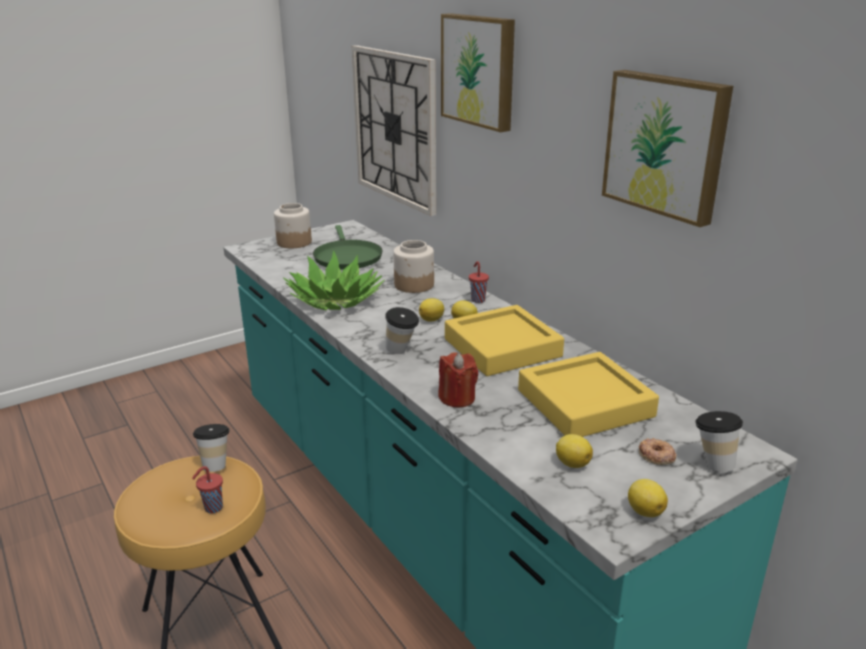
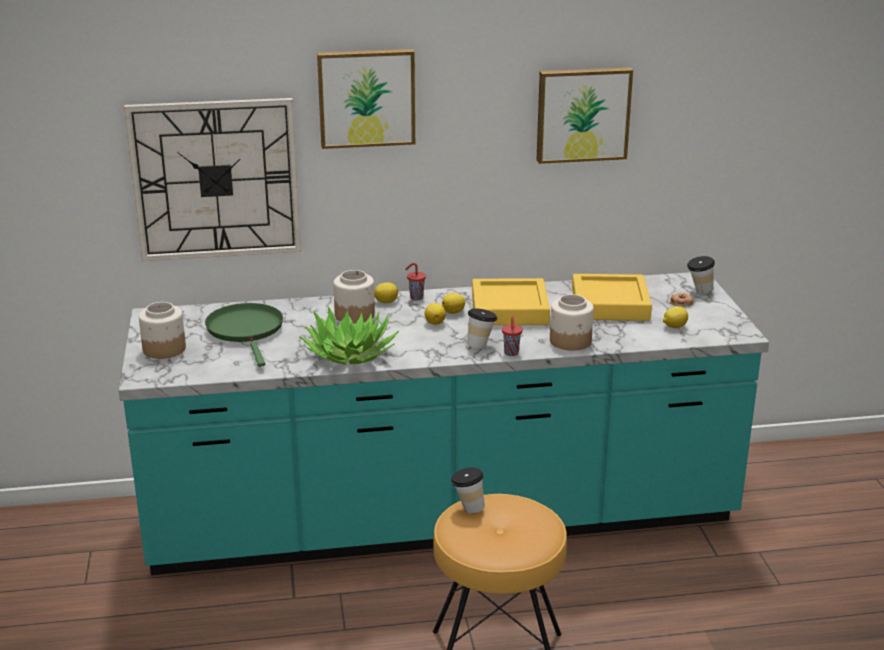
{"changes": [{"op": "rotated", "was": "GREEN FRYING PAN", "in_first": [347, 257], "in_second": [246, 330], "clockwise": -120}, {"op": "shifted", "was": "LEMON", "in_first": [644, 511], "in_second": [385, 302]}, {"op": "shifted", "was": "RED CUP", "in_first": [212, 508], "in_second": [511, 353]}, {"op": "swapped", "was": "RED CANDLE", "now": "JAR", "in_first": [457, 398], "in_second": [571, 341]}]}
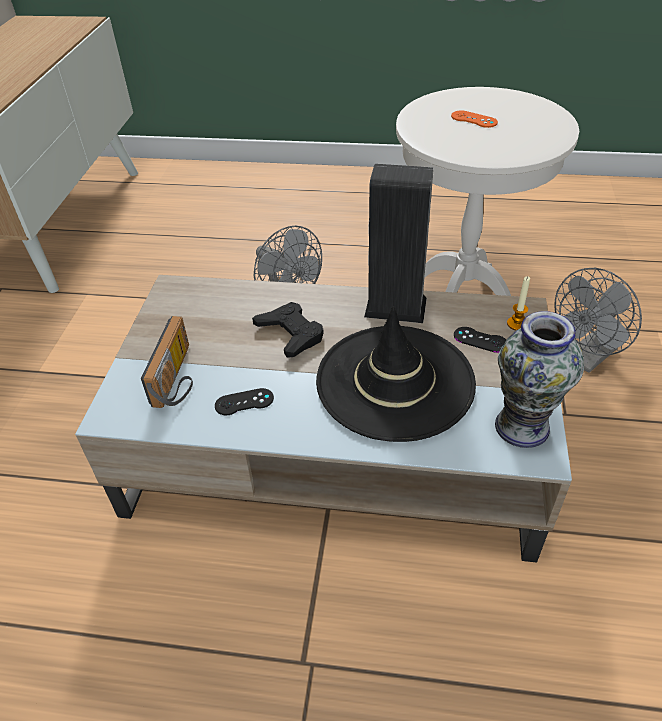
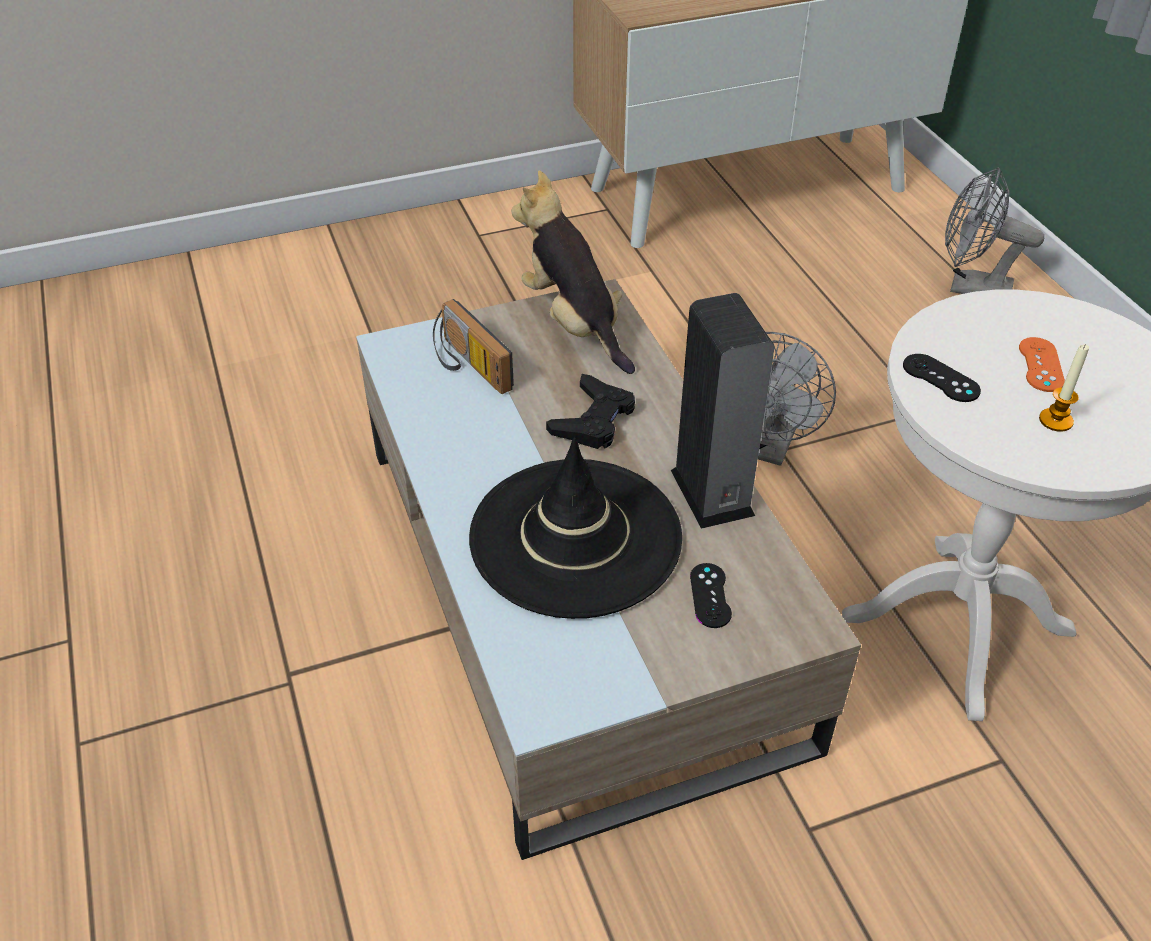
{"changes": [{"op": "rotated", "was": "RADIO", "in_first": [178, 378], "in_second": [467, 366], "clockwise": 75}, {"op": "new", "now": "PLUSH TOY", "in_second": [574, 323]}, {"op": "shifted", "was": "BLACK GAME CONTROLLER", "in_first": [244, 402], "in_second": [940, 378]}, {"op": "shifted", "was": "GREY FAN", "in_first": [585, 359], "in_second": [970, 288]}, {"op": "shifted", "was": "CANDLE", "in_first": [517, 324], "in_second": [1055, 420]}, {"op": "gone", "was": "VASE", "in_first": [521, 425]}]}
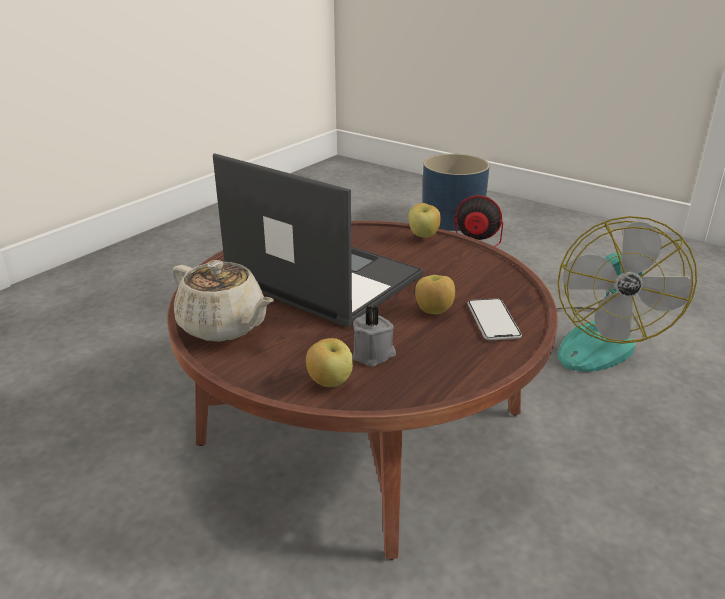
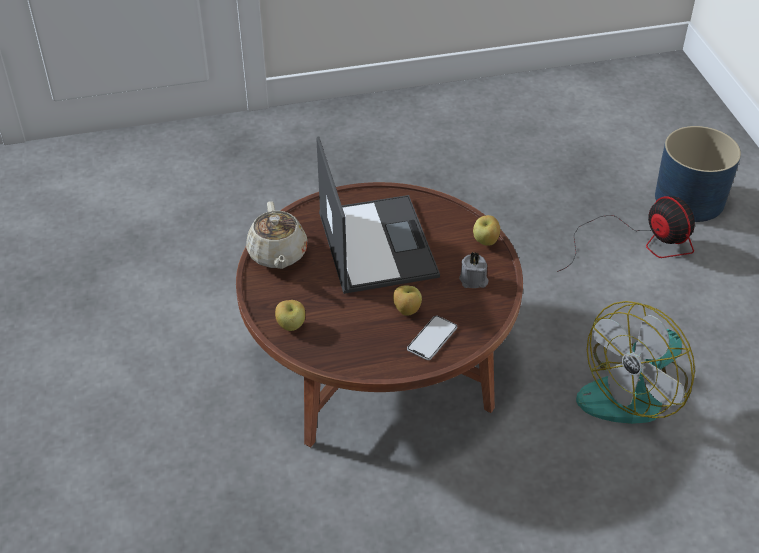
{"changes": [{"op": "shifted", "was": "GREY CANDLE", "in_first": [374, 354], "in_second": [473, 280]}]}
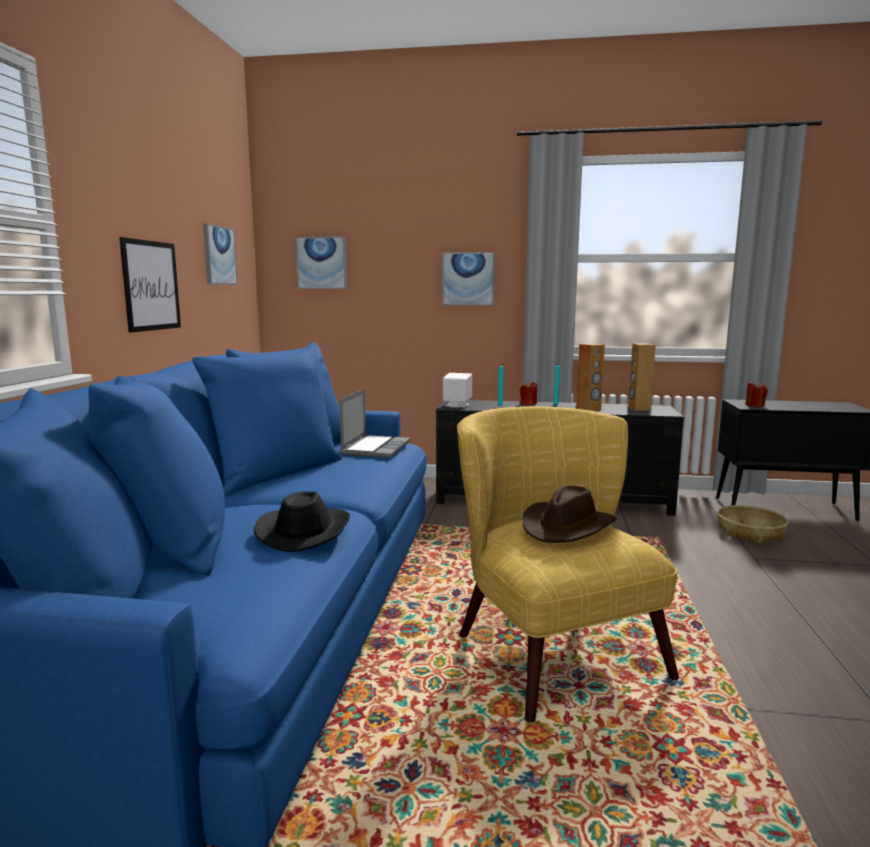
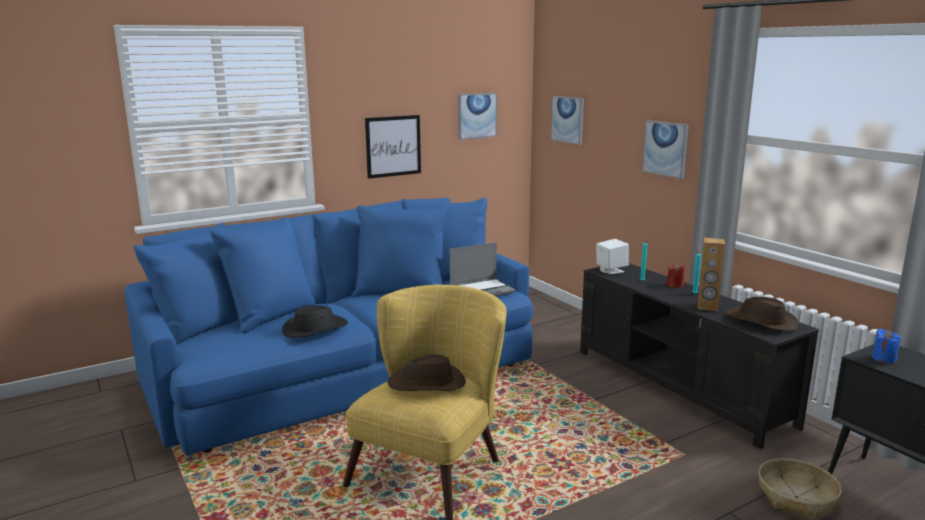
{"changes": [{"op": "swapped", "was": "BROWN SPEAKER", "now": "BROWN HAT", "in_first": [639, 409], "in_second": [761, 322]}, {"op": "repainted", "was": "RED CANDLE", "now": "BLUE CANDLE", "in_first": [755, 405], "in_second": [883, 359]}]}
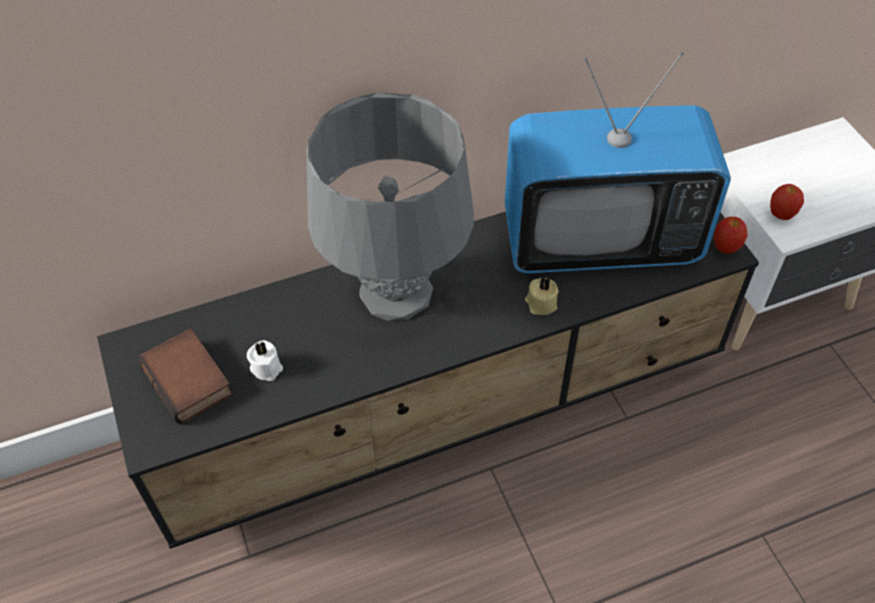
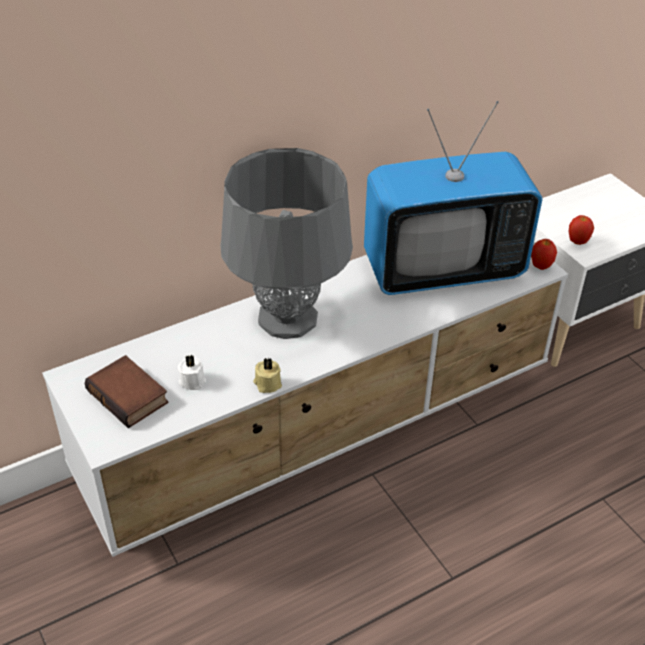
{"changes": [{"op": "repainted", "was": "BLACK TV STAND", "now": "WHITE TV STAND", "in_first": [442, 408], "in_second": [322, 433]}, {"op": "shifted", "was": "BEIGE CANDLE", "in_first": [540, 303], "in_second": [267, 384]}]}
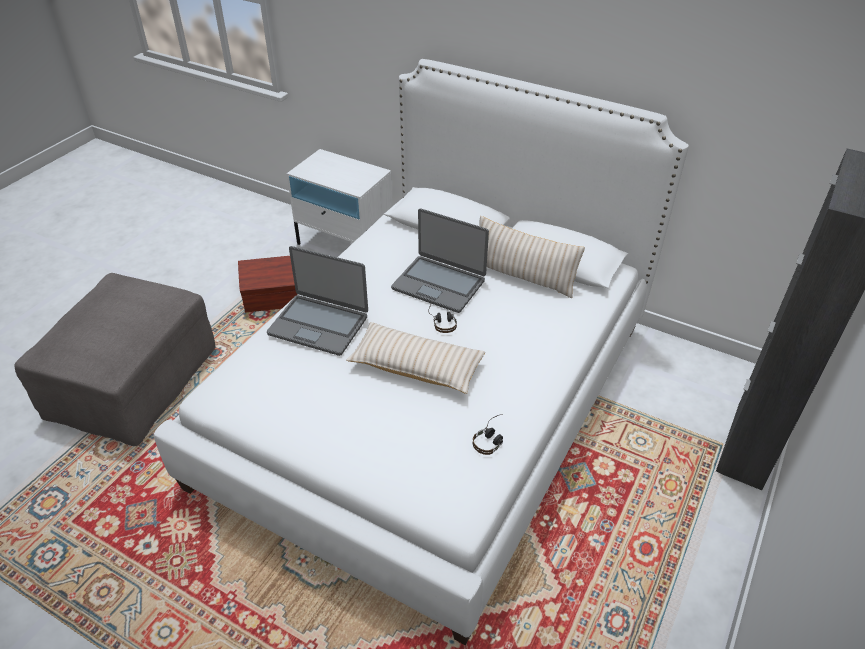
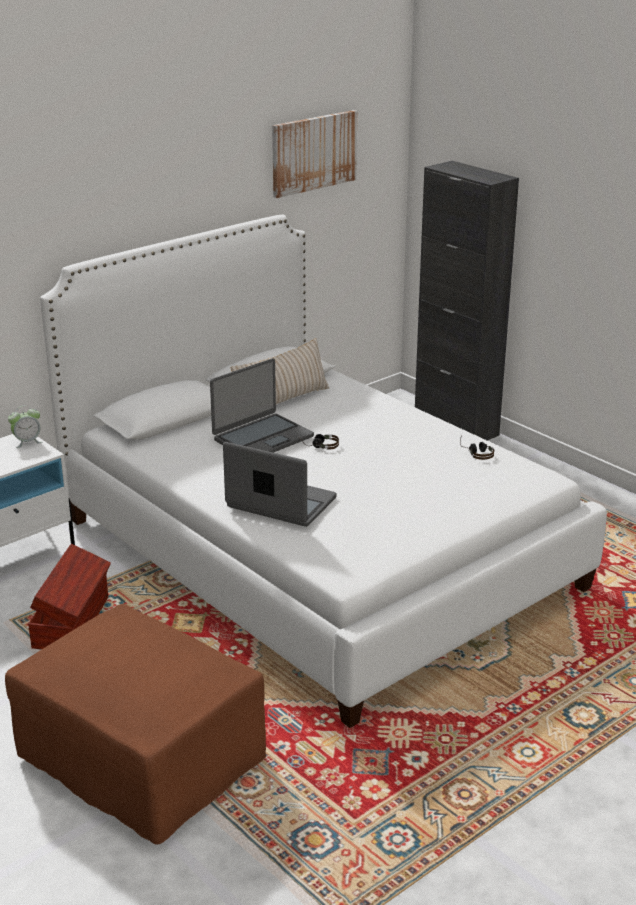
{"changes": [{"op": "repainted", "was": "GREY OTTOMAN", "now": "BROWN OTTOMAN", "in_first": [133, 382], "in_second": [139, 760]}, {"op": "new", "now": "ALARM CLOCK", "in_second": [27, 442]}, {"op": "rotated", "was": "LAPTOP", "in_first": [319, 324], "in_second": [280, 503], "clockwise": -105}, {"op": "new", "now": "PICTURE", "in_second": [313, 153]}, {"op": "gone", "was": "BEIGE PILLOW", "in_first": [416, 366]}]}
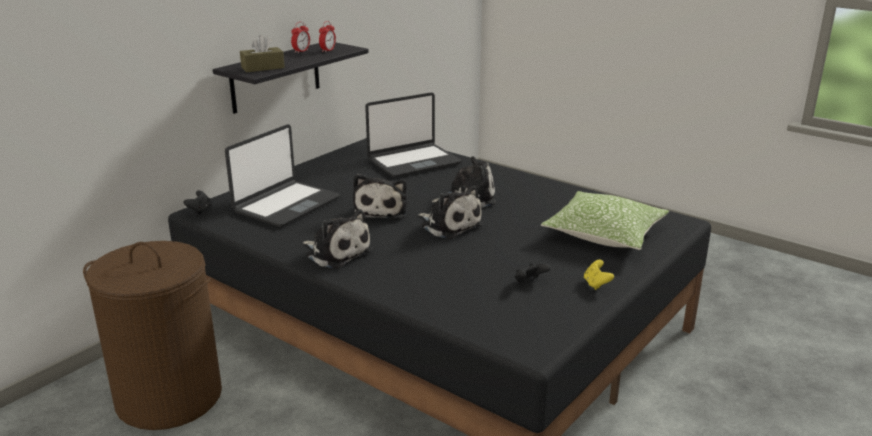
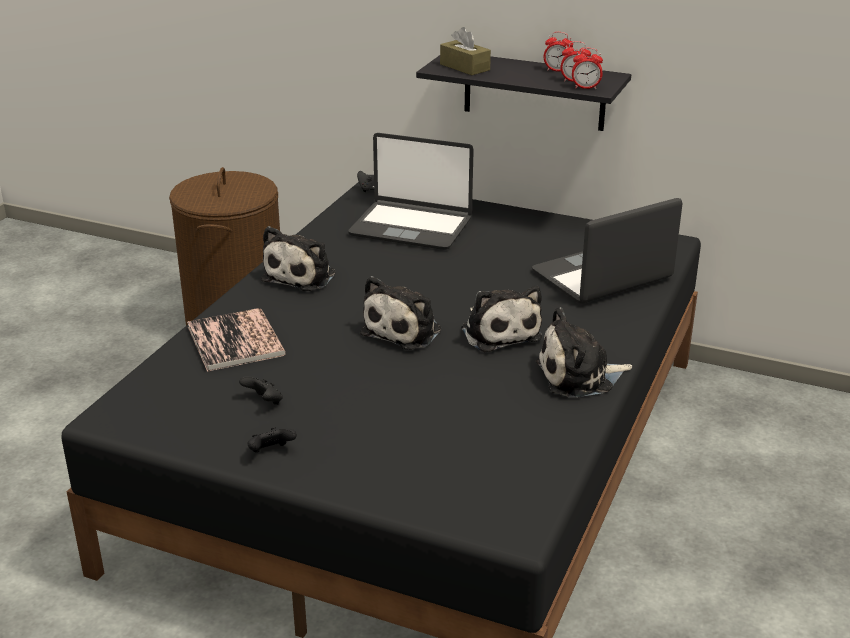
{"changes": [{"op": "new", "now": "BOOK", "in_second": [235, 341]}, {"op": "repainted", "was": "YELLOW GAME CONTROLLER", "now": "BLACK GAME CONTROLLER", "in_first": [596, 284], "in_second": [271, 452]}, {"op": "rotated", "was": "LAPTOP", "in_first": [413, 161], "in_second": [602, 276], "clockwise": 105}, {"op": "shifted", "was": "PLUSH TOY", "in_first": [381, 210], "in_second": [579, 376]}, {"op": "new", "now": "ALARM CLOCK", "in_second": [585, 88]}, {"op": "gone", "was": "PILLOW", "in_first": [604, 234]}]}
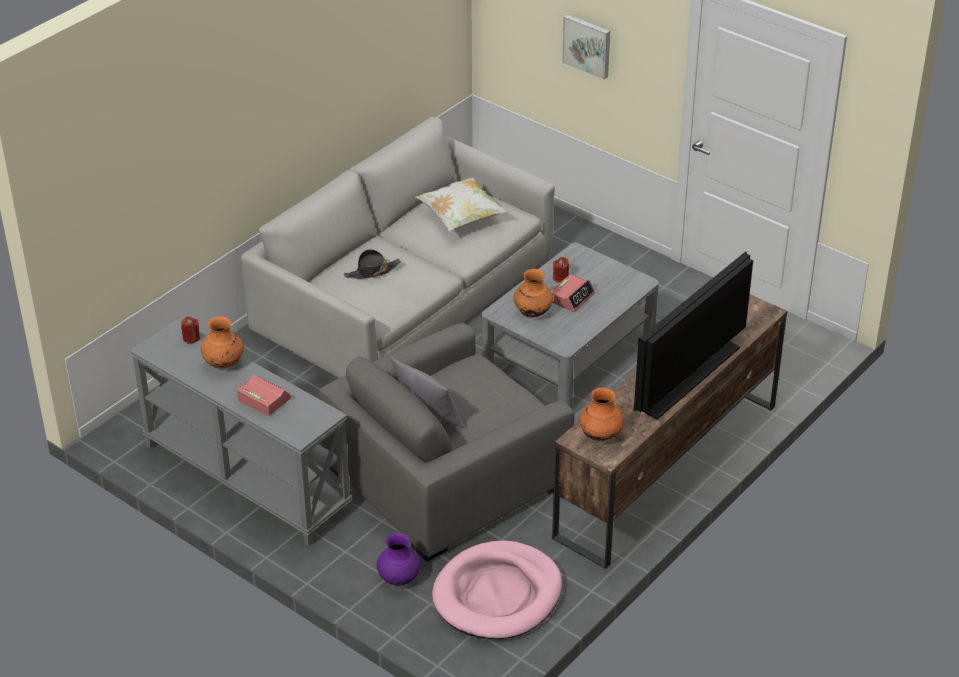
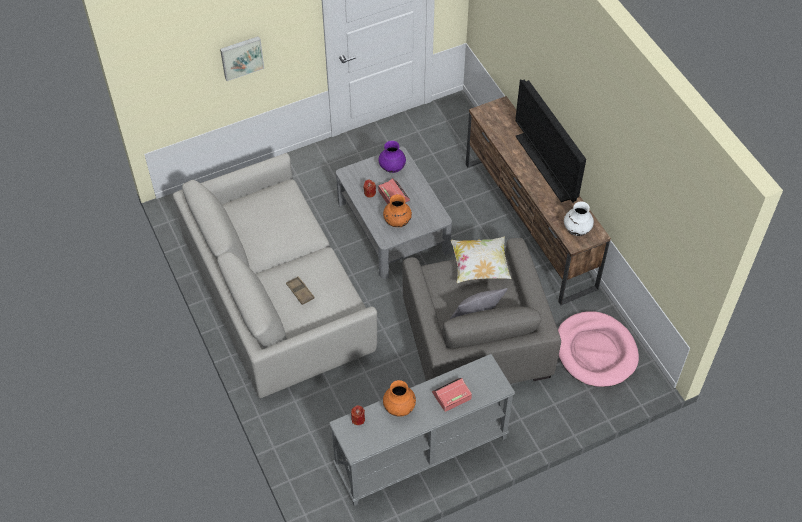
{"changes": [{"op": "swapped", "was": "BLACK HAT", "now": "BROWN TRAY", "in_first": [372, 271], "in_second": [300, 292]}, {"op": "shifted", "was": "PURPLE VASE", "in_first": [399, 579], "in_second": [392, 168]}, {"op": "shifted", "was": "PILLOW", "in_first": [461, 218], "in_second": [480, 267]}, {"op": "repainted", "was": "ORANGE VASE", "now": "WHITE VASE", "in_first": [601, 435], "in_second": [576, 229]}]}
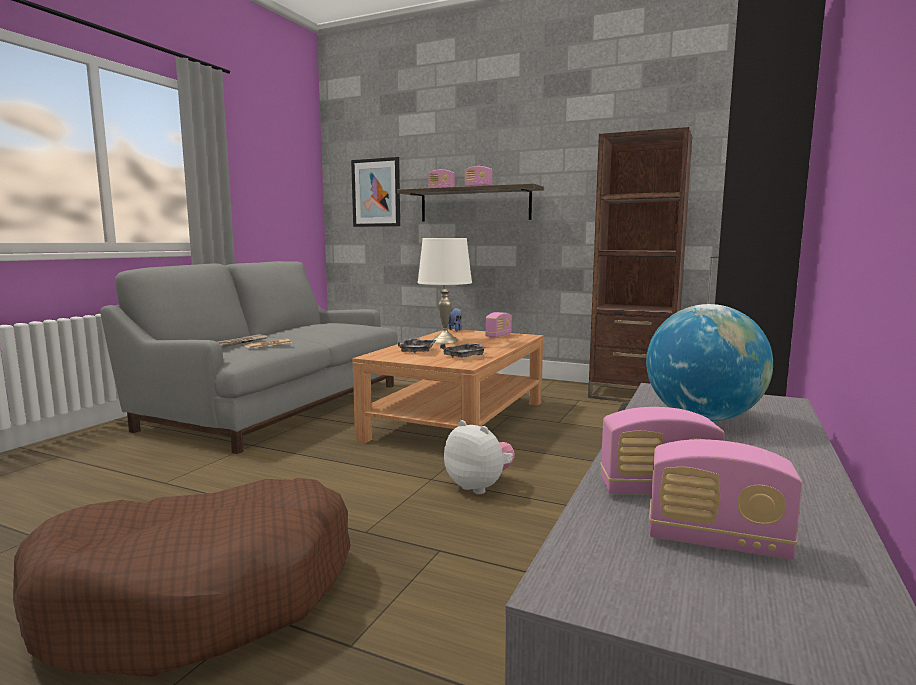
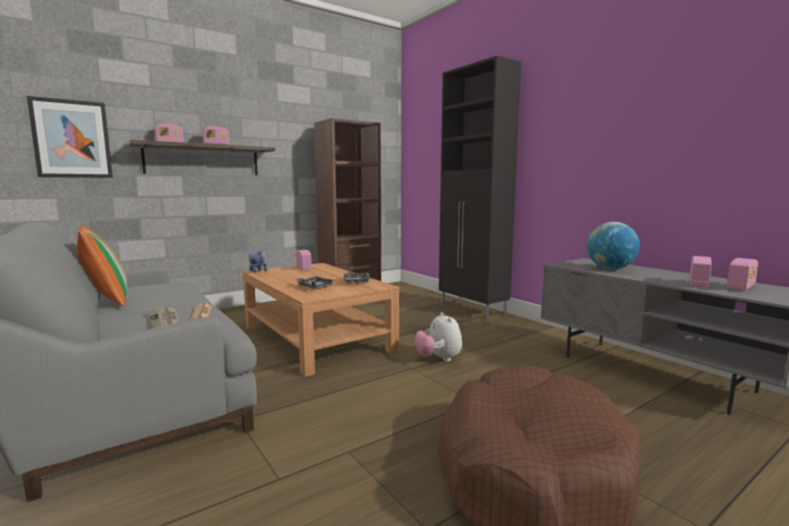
{"changes": [{"op": "new", "now": "PILLOW", "in_second": [106, 299]}, {"op": "rotated", "was": "PLUSH TOY", "in_first": [479, 486], "in_second": [438, 359], "clockwise": -90}, {"op": "gone", "was": "WHITE TABLE LAMP", "in_first": [444, 341]}]}
